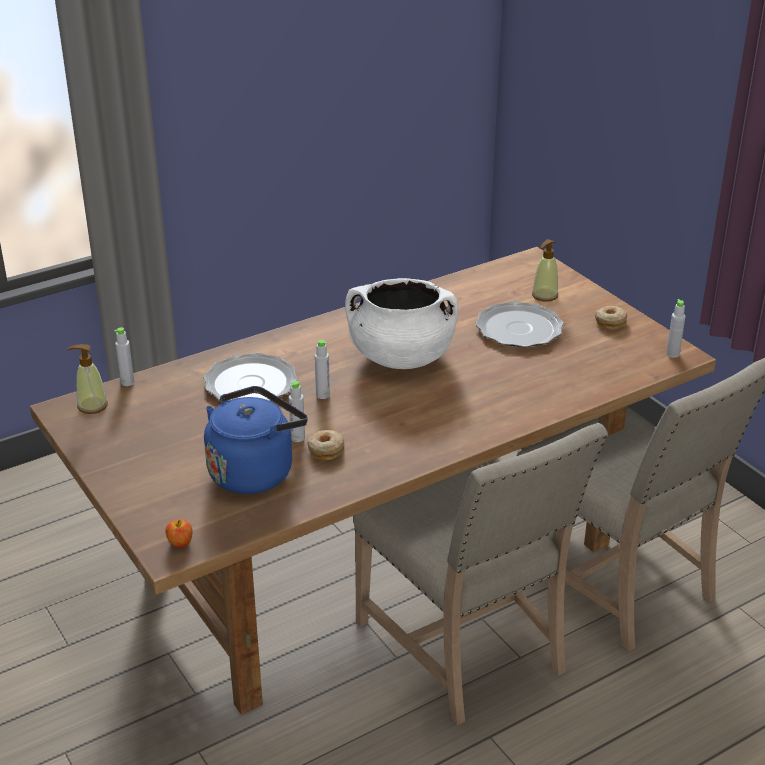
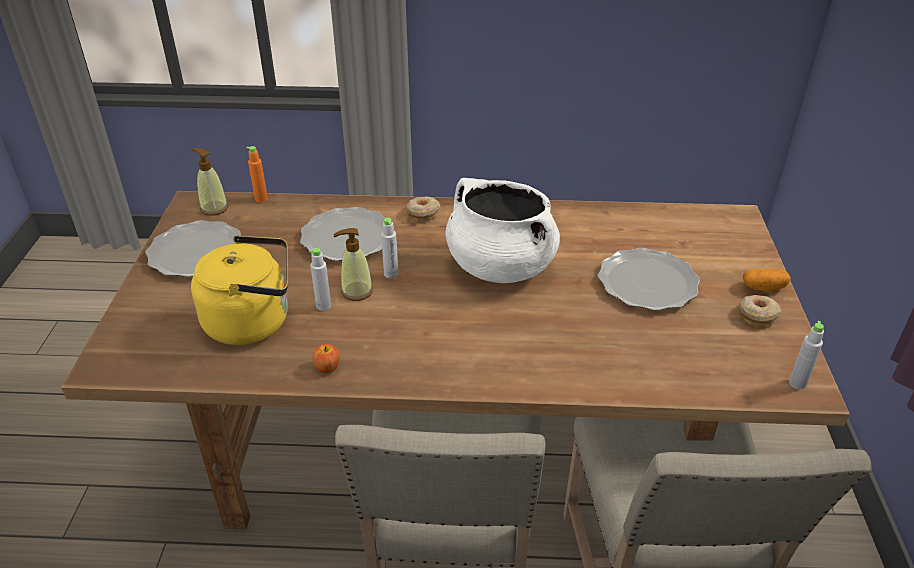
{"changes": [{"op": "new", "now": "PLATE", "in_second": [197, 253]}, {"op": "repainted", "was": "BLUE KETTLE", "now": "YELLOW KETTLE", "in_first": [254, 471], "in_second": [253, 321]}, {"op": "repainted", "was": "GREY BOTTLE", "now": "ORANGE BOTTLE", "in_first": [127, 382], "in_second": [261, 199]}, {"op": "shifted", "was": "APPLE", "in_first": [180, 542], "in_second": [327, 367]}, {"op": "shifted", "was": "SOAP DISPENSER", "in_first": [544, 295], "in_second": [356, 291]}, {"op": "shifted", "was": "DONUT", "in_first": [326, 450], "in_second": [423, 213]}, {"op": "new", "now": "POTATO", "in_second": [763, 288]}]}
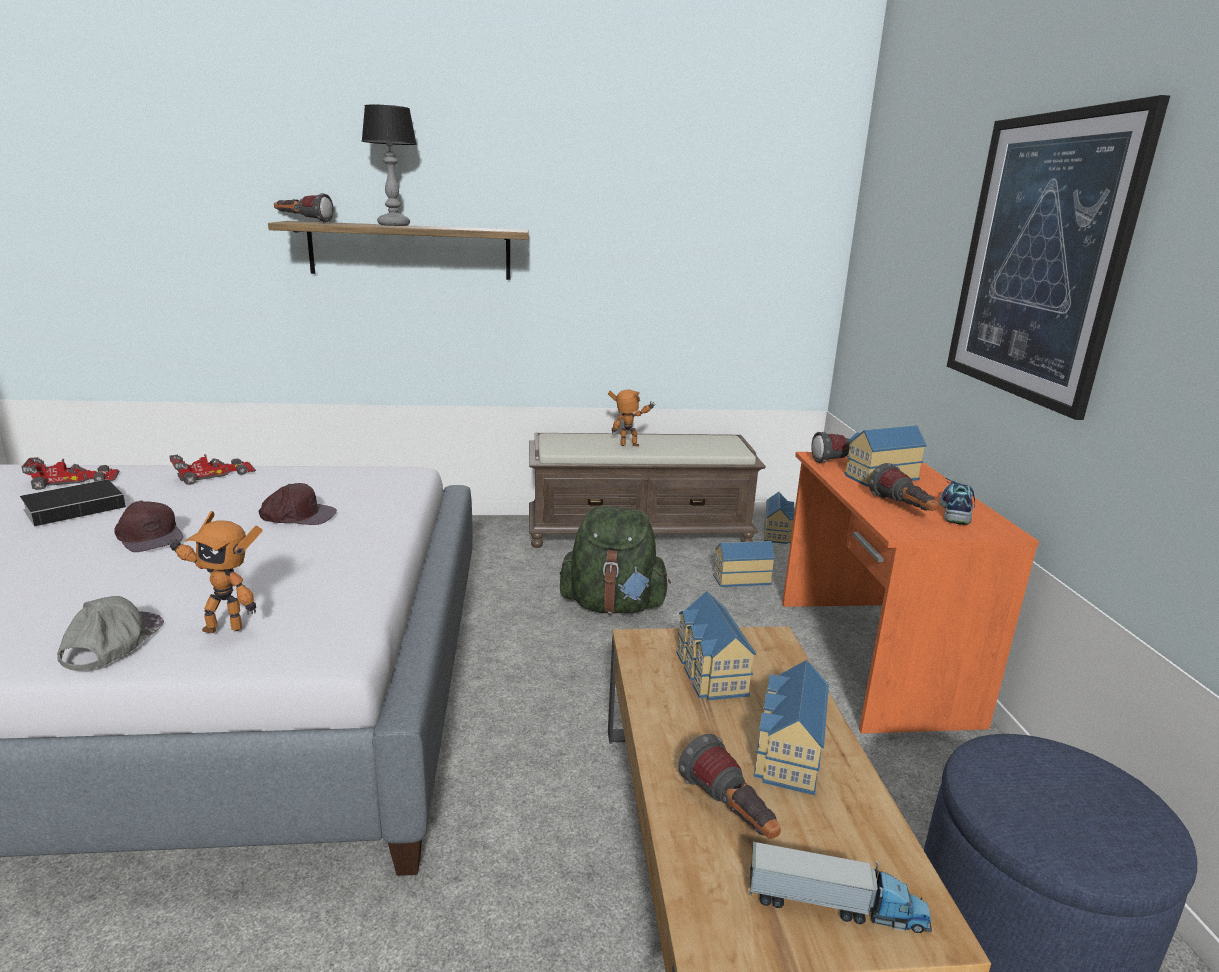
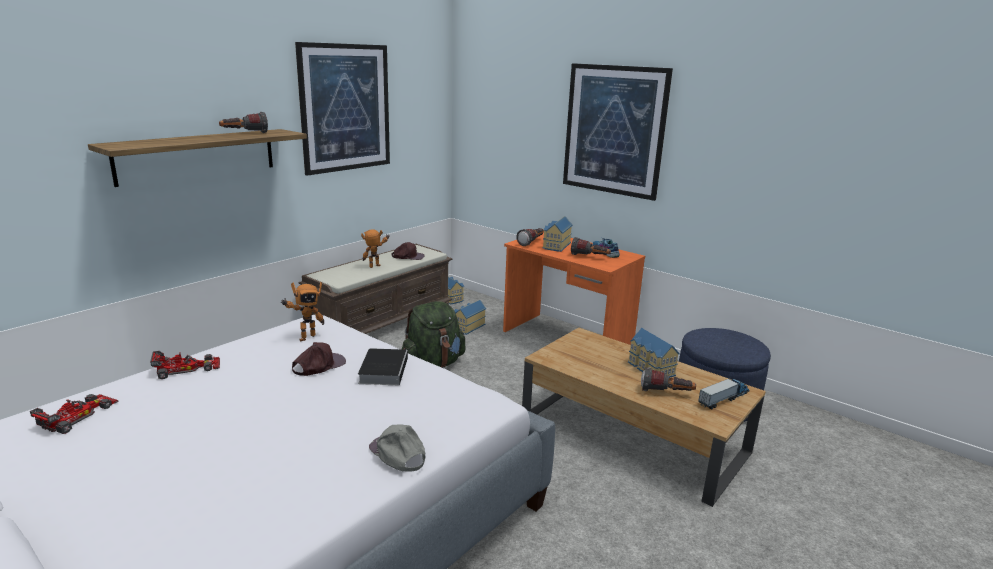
{"changes": [{"op": "rotated", "was": "TOY CAR", "in_first": [214, 474], "in_second": [187, 368], "clockwise": 60}, {"op": "shifted", "was": "FLASHLIGHT", "in_first": [303, 221], "in_second": [244, 133]}, {"op": "shifted", "was": "TOY ROBOT", "in_first": [224, 627], "in_second": [305, 337]}, {"op": "new", "now": "PICTURE", "in_second": [345, 108]}, {"op": "shifted", "was": "BOOK", "in_first": [78, 507], "in_second": [383, 369]}, {"op": "shifted", "was": "BROWN CAP", "in_first": [150, 536], "in_second": [408, 256]}, {"op": "gone", "was": "TABLE LAMP", "in_first": [393, 225]}, {"op": "gone", "was": "TOY HOUSE", "in_first": [709, 673]}]}
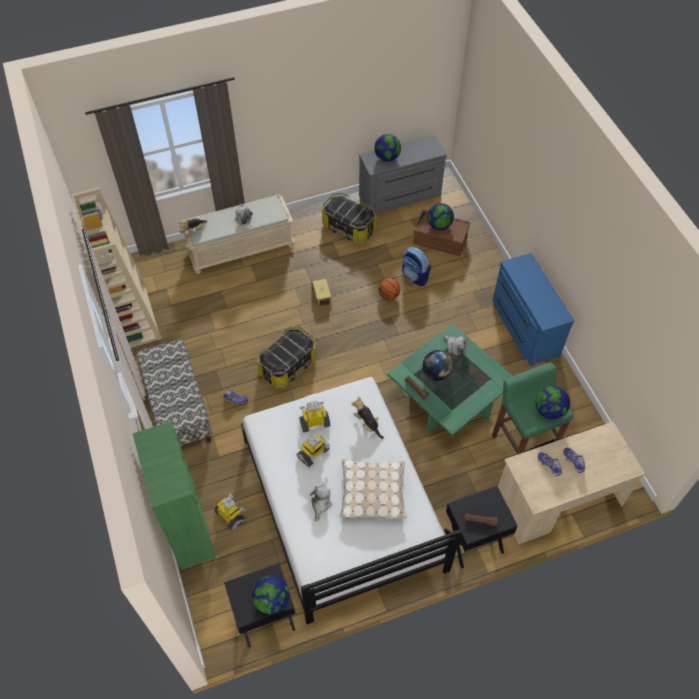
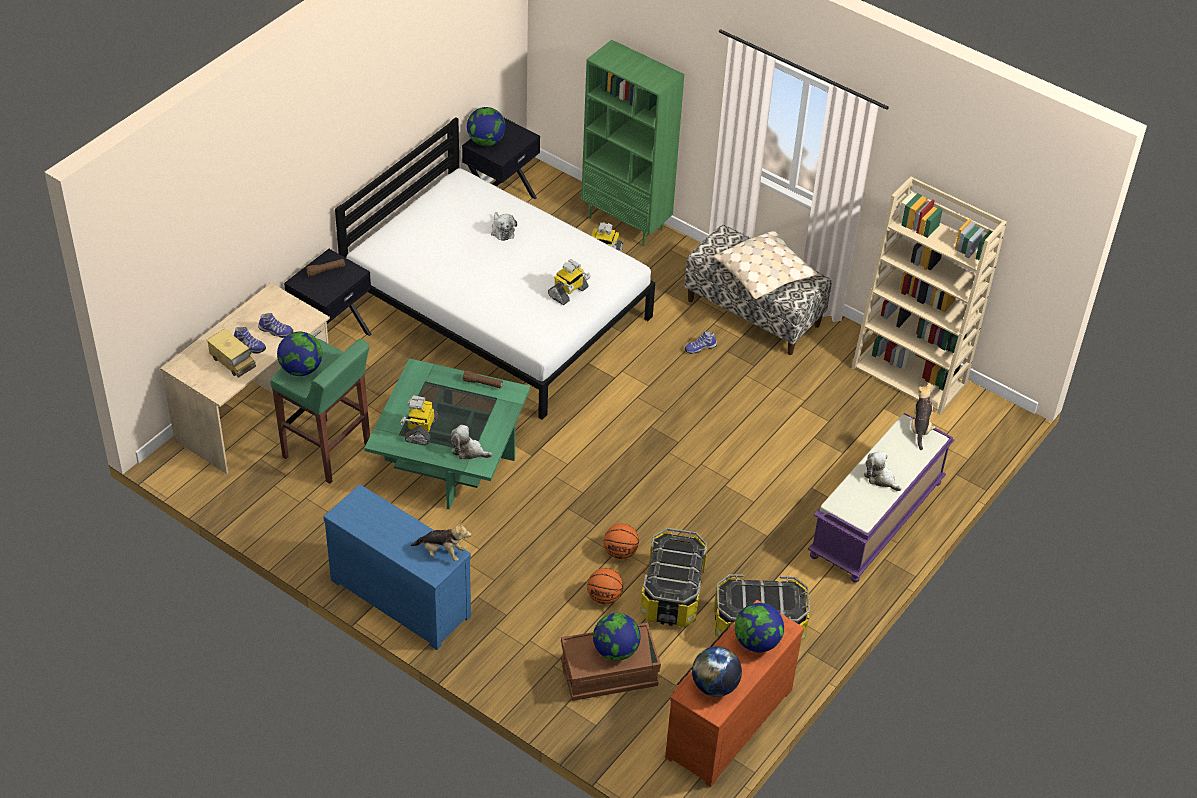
{"changes": [{"op": "shifted", "was": "TOY TRUCK", "in_first": [321, 295], "in_second": [232, 361]}, {"op": "shifted", "was": "TOY ROBOT", "in_first": [313, 454], "in_second": [421, 430]}, {"op": "shifted", "was": "PLUSH TOY", "in_first": [367, 424], "in_second": [442, 552]}, {"op": "swapped", "was": "BACKPACK", "now": "BASKETBALL", "in_first": [415, 277], "in_second": [604, 597]}, {"op": "shifted", "was": "STORAGE BOX", "in_first": [287, 365], "in_second": [673, 593]}, {"op": "repainted", "was": "GREY DRESSER", "now": "BROWN DRESSER", "in_first": [400, 196], "in_second": [726, 721]}, {"op": "shifted", "was": "GLOBE", "in_first": [436, 373], "in_second": [714, 686]}, {"op": "shifted", "was": "BEIGE PILLOW", "in_first": [372, 493], "in_second": [764, 274]}, {"op": "repainted", "was": "BEIGE BENCH", "now": "PURPLE BENCH", "in_first": [241, 248], "in_second": [876, 520]}]}
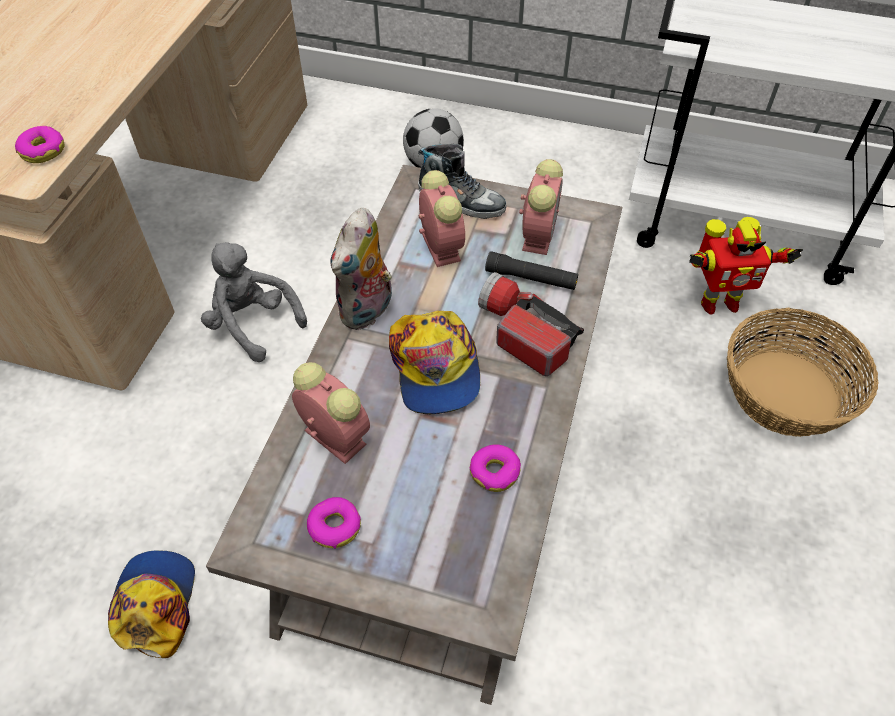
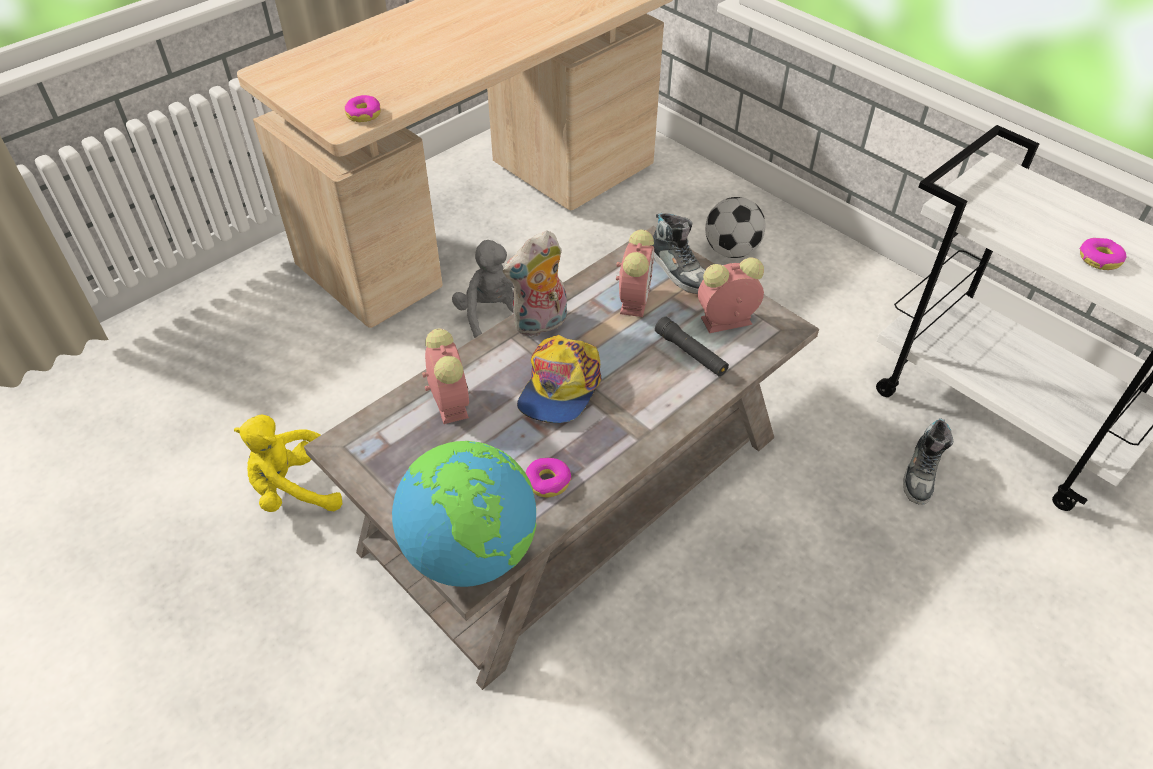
{"changes": [{"op": "swapped", "was": "CAP", "now": "YELLOW PLUSH TOY", "in_first": [155, 604], "in_second": [296, 488]}, {"op": "new", "now": "GLOBE", "in_second": [471, 551]}, {"op": "rotated", "was": "ALARM CLOCK", "in_first": [538, 234], "in_second": [724, 321], "clockwise": -150}, {"op": "swapped", "was": "TOY ROBOT", "now": "SHOE", "in_first": [717, 302], "in_second": [921, 473]}, {"op": "shifted", "was": "DONUT", "in_first": [334, 526], "in_second": [1099, 259]}, {"op": "gone", "was": "FLASHLIGHT", "in_first": [522, 333]}, {"op": "gone", "was": "BASKET", "in_first": [785, 393]}]}
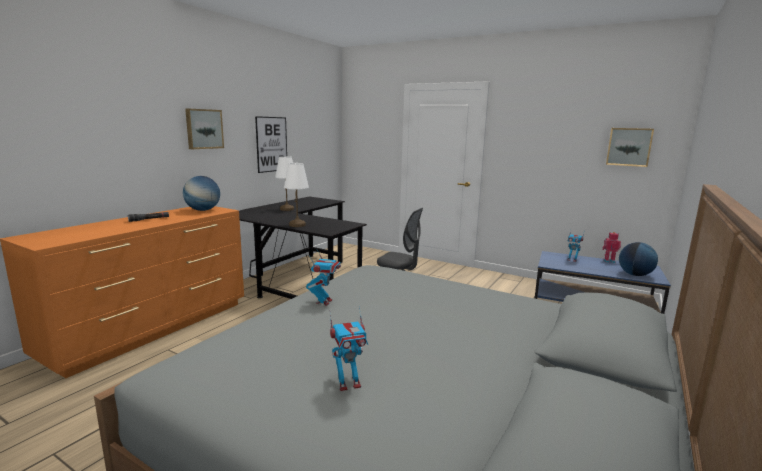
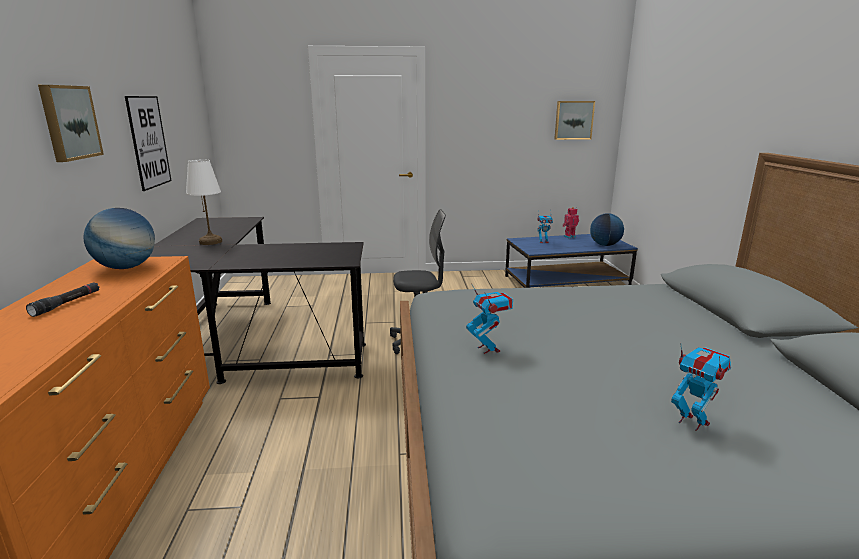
{"changes": [{"op": "rotated", "was": "TOY ROBOT", "in_first": [348, 384], "in_second": [692, 422], "clockwise": -75}, {"op": "gone", "was": "WHITE TABLE LAMP", "in_first": [297, 225]}]}
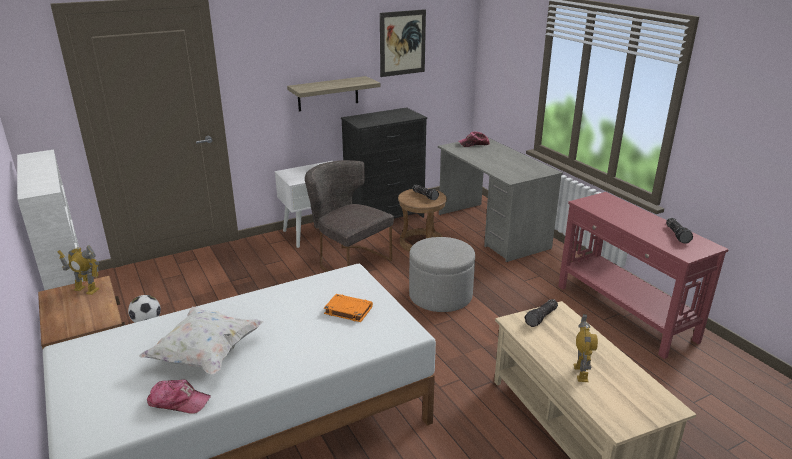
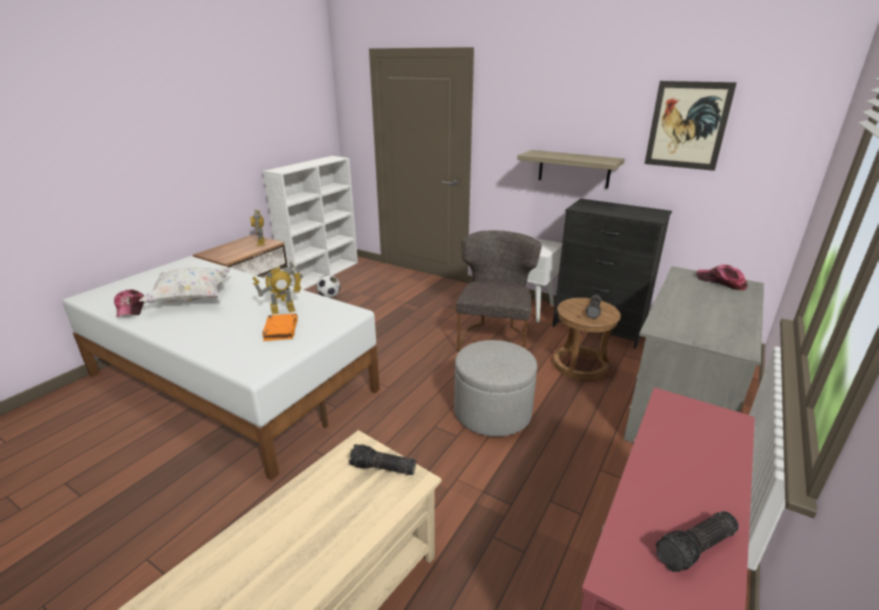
{"changes": [{"op": "shifted", "was": "TOY ROBOT", "in_first": [581, 373], "in_second": [283, 310]}]}
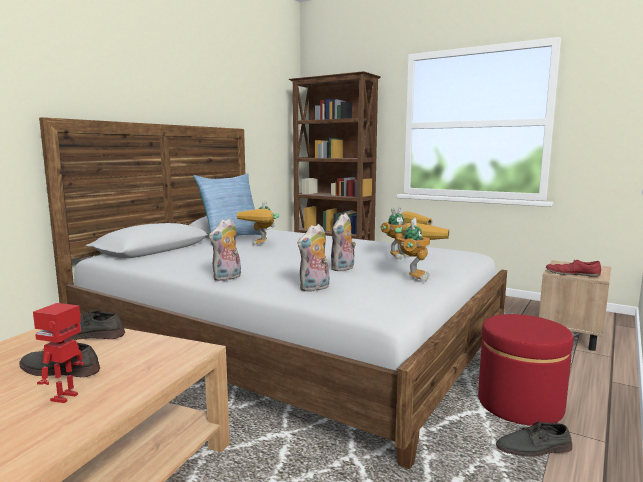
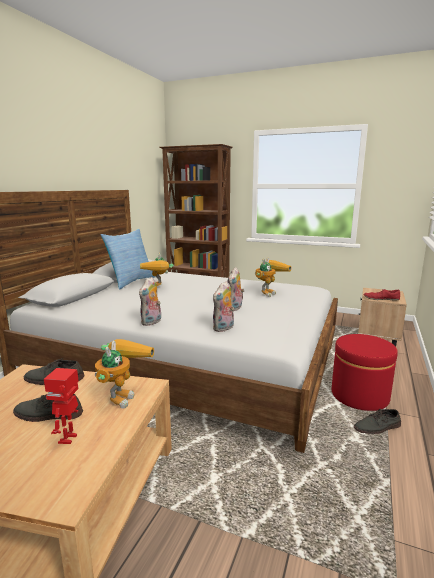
{"changes": [{"op": "shifted", "was": "TOY ROBOT", "in_first": [415, 275], "in_second": [122, 394]}]}
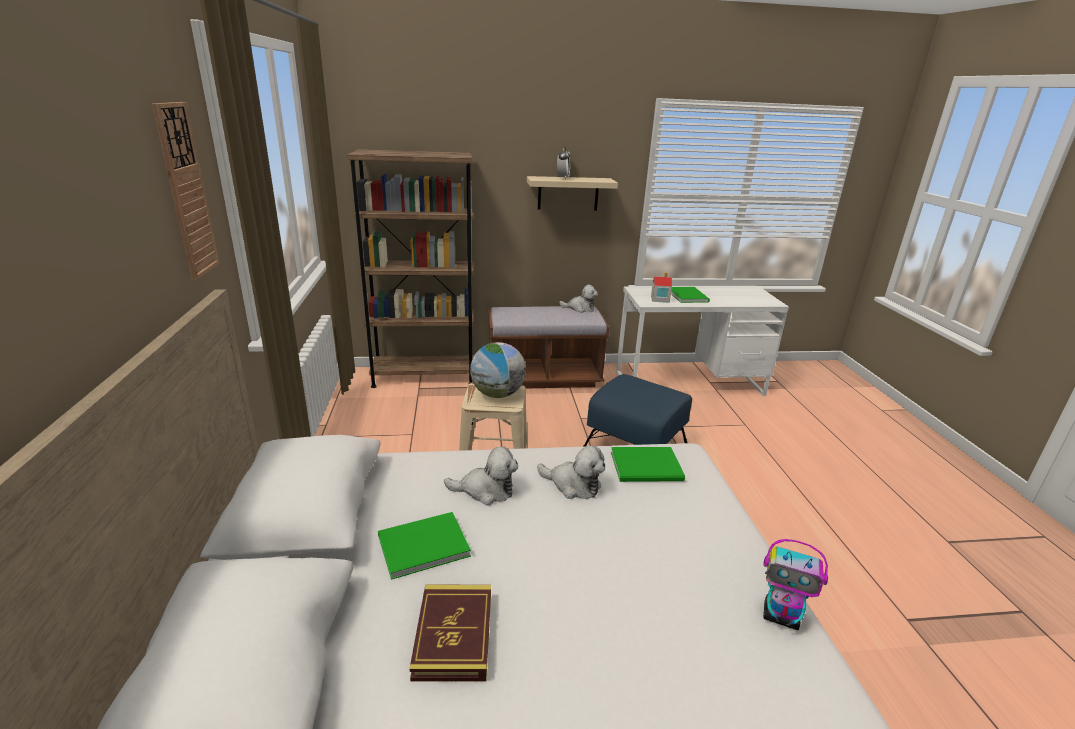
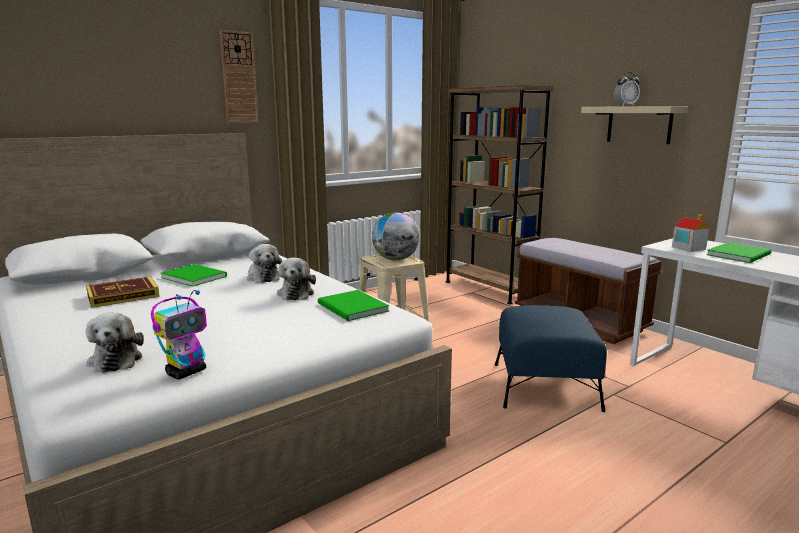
{"changes": [{"op": "shifted", "was": "PLUSH TOY", "in_first": [580, 308], "in_second": [116, 359]}, {"op": "rotated", "was": "TOY ROBOT", "in_first": [781, 616], "in_second": [187, 372], "clockwise": -135}]}
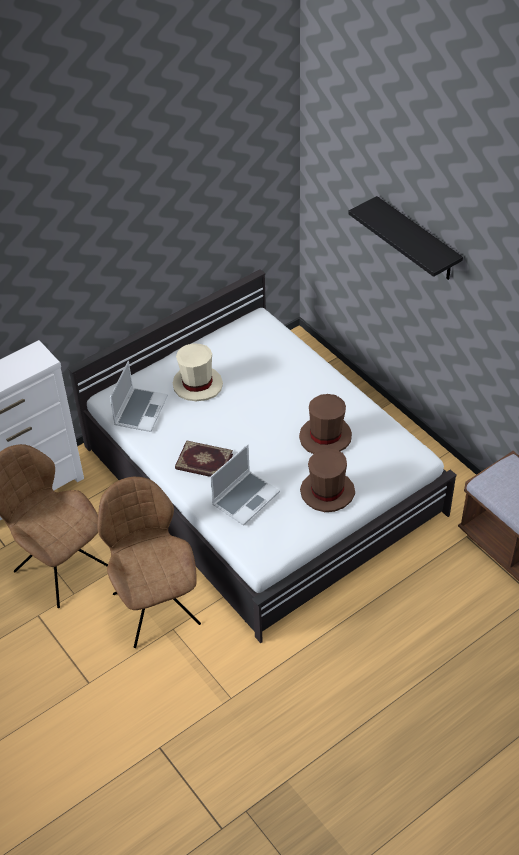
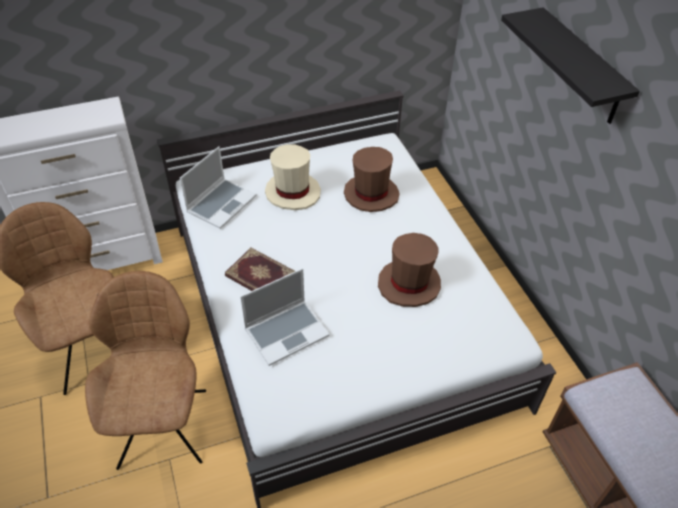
{"changes": [{"op": "shifted", "was": "BROWN HAT", "in_first": [327, 492], "in_second": [371, 194]}]}
